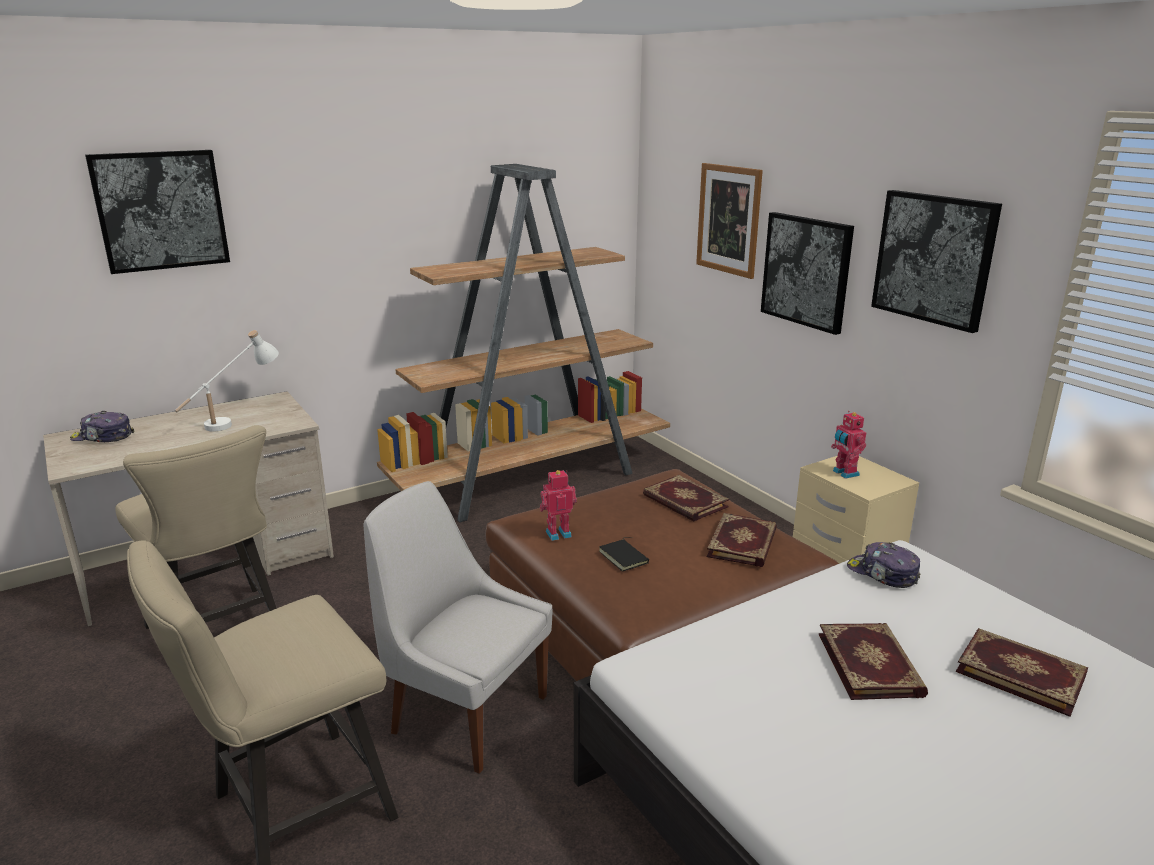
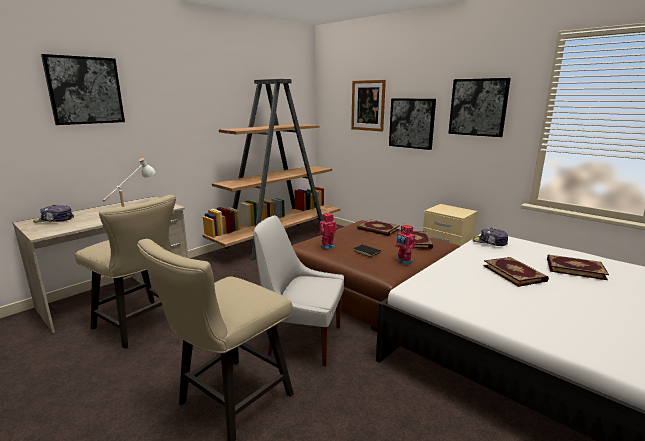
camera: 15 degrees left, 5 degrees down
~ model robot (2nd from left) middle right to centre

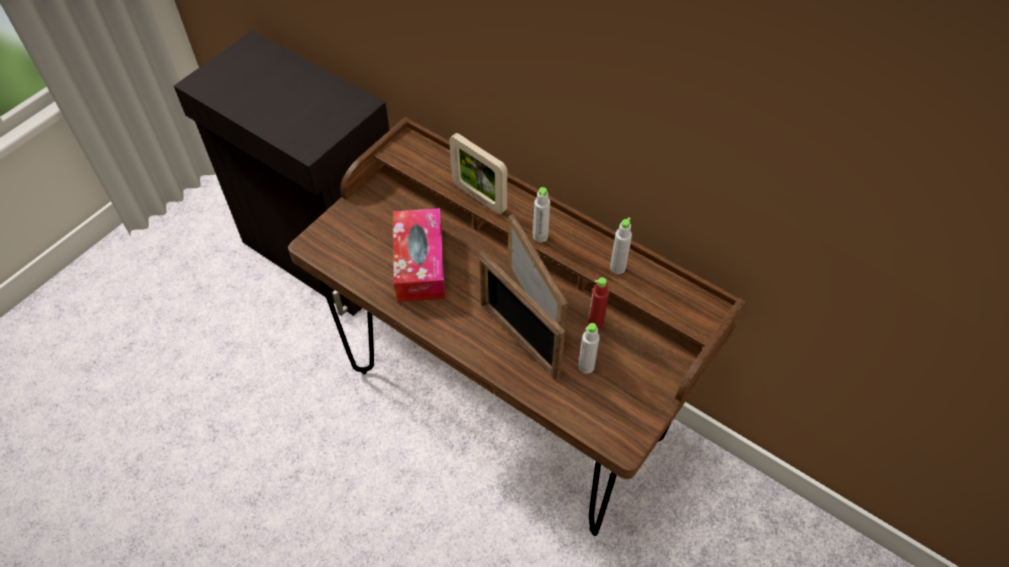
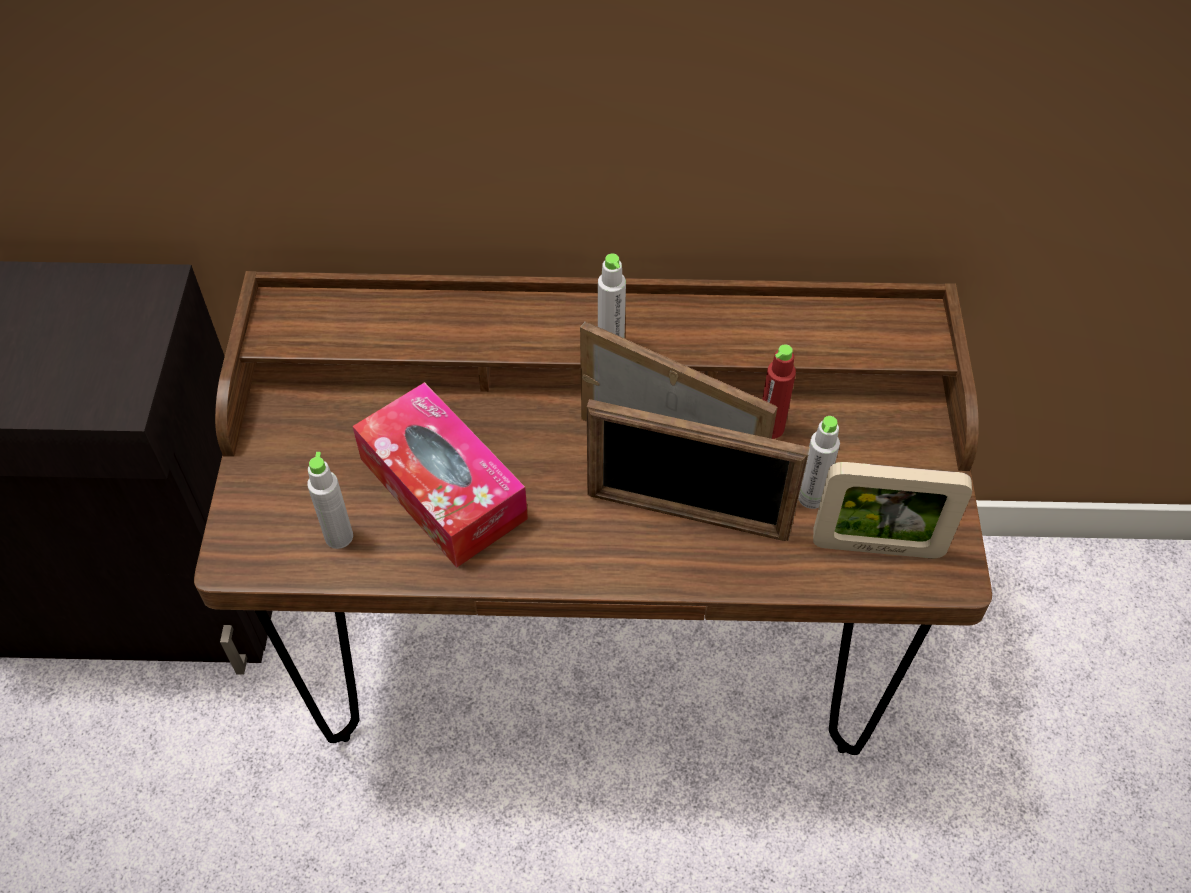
camera: 35 degrees left, 0 degrees up
~ photo frame (1st from left in the first image) top centre to photo frame (3rd from left) middle right
~ grey bottle (3rd from left in the first image) centre to grey bottle (1st from left) middle left

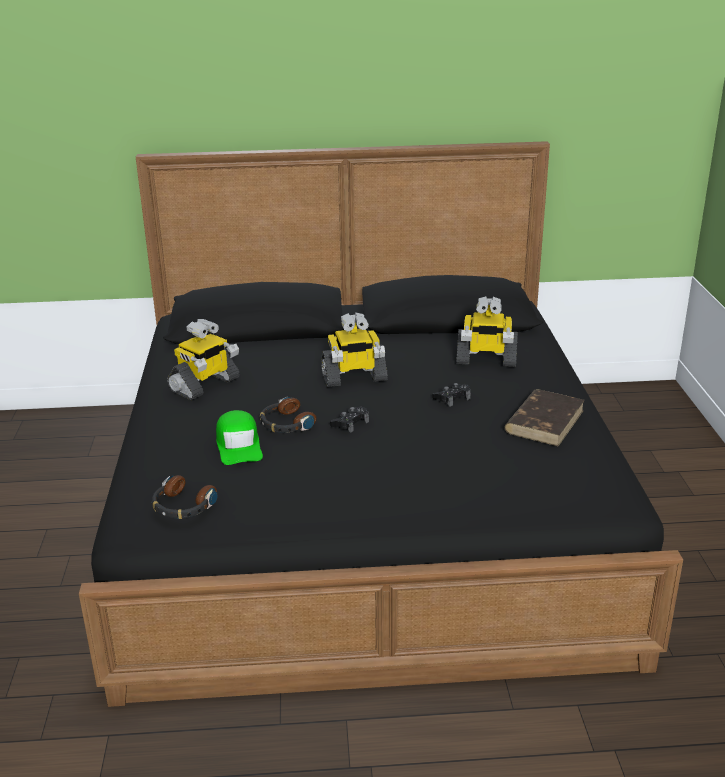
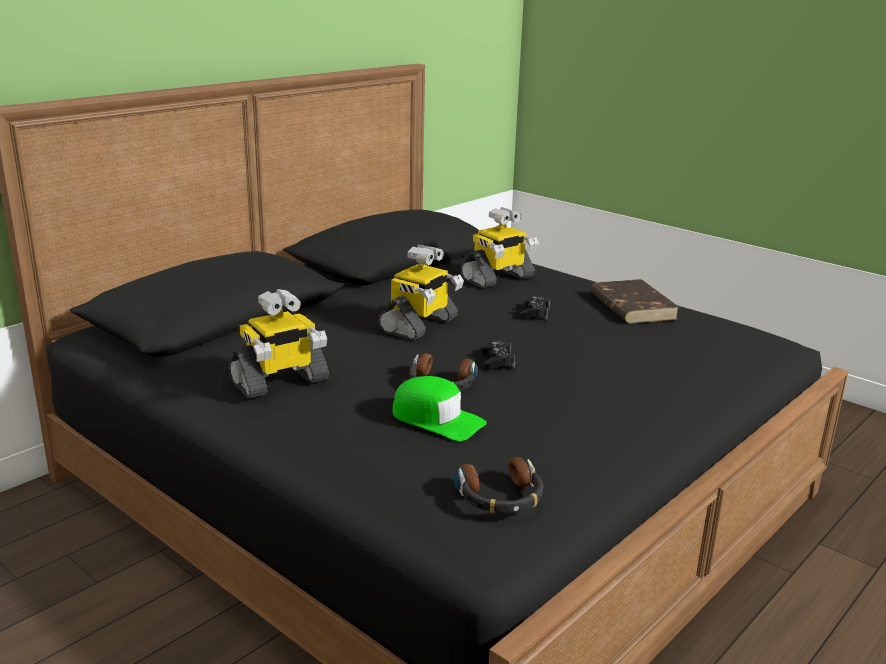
camera: 45 degrees left, 5 degrees down
~ model robot (1st from left) middle left = middle left 60 degrees clockwise

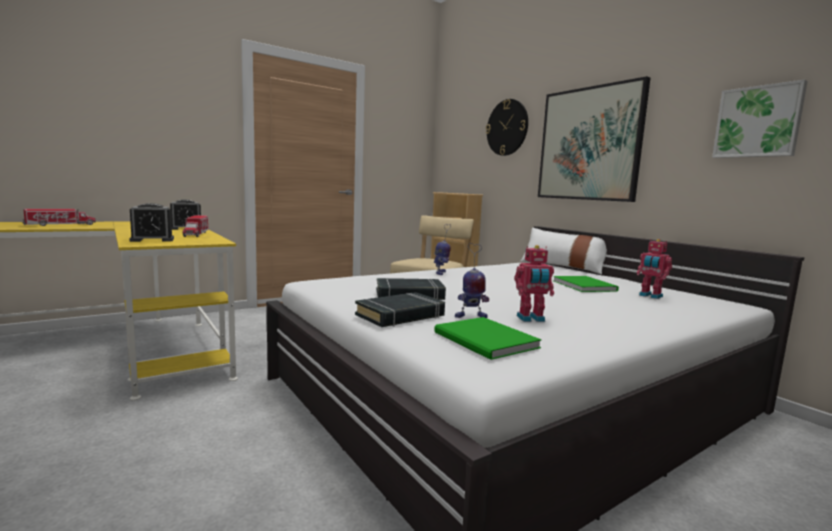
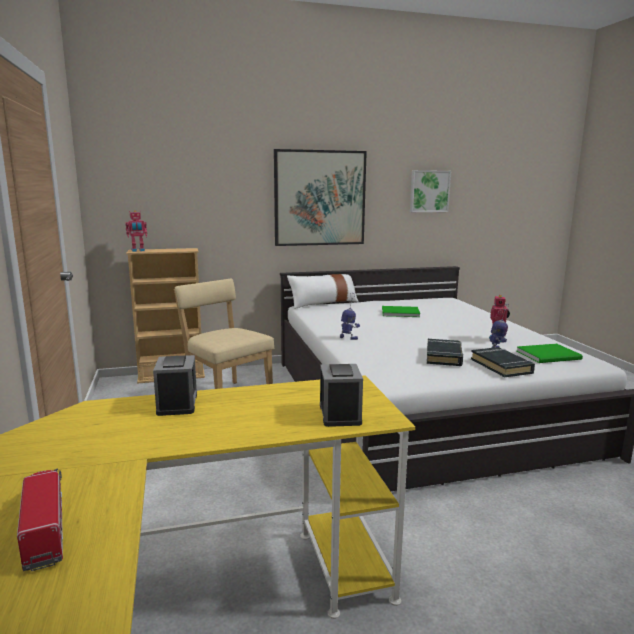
camera: 70 degrees left, 5 degrees up
- toy lorry (2nd from left) middle left
- wall clock top centre
~ model robot (4th from left in the first image) middle right to model robot (1st from left) middle left

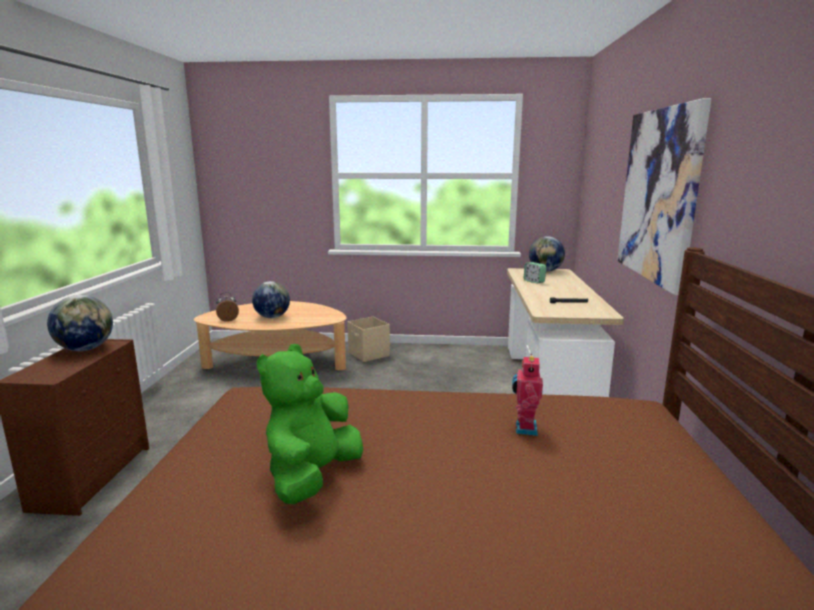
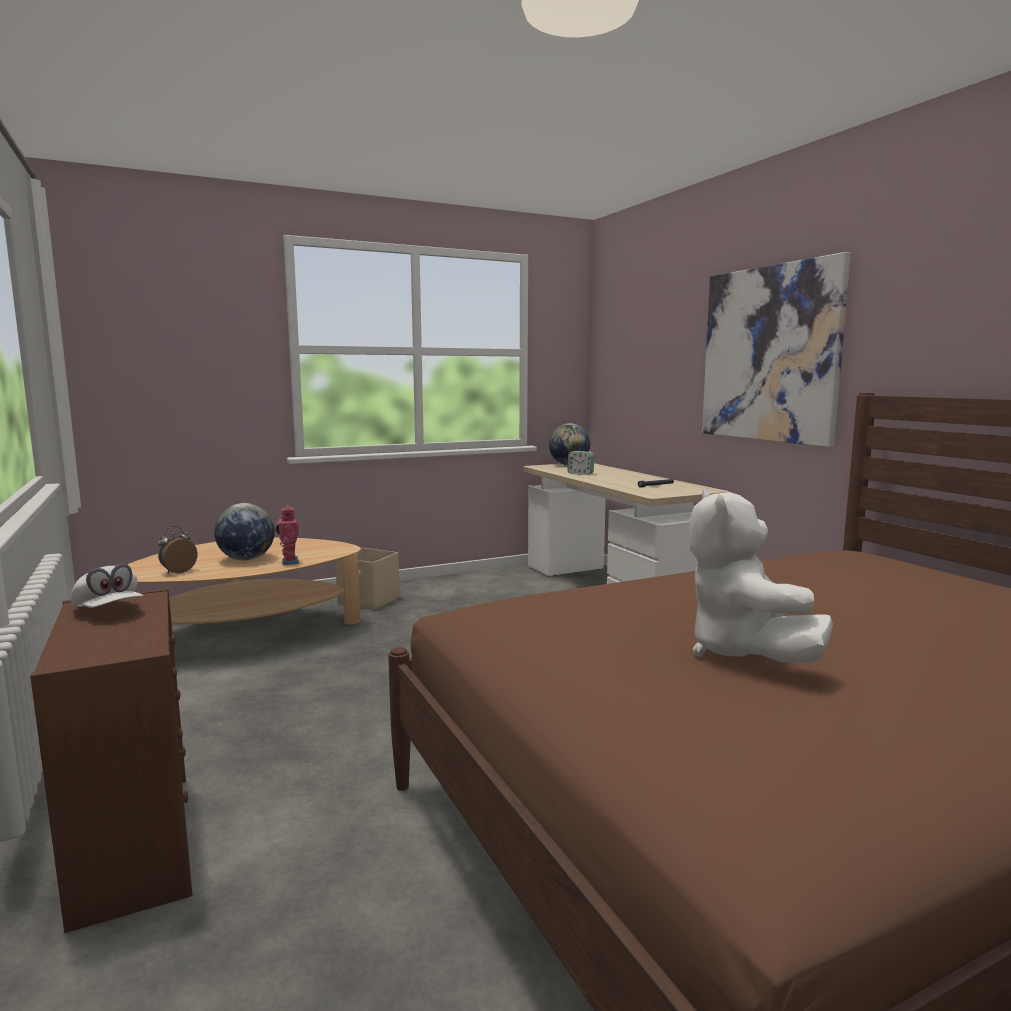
camera: 30 degrees left, 5 degrees down
~ world globe (1st from left) middle left to white-coloured peaked cap middle left
~ green-coloured cuddly toy bottom centre to white-coloured cuddly toy middle right
~ model robot centre to middle left

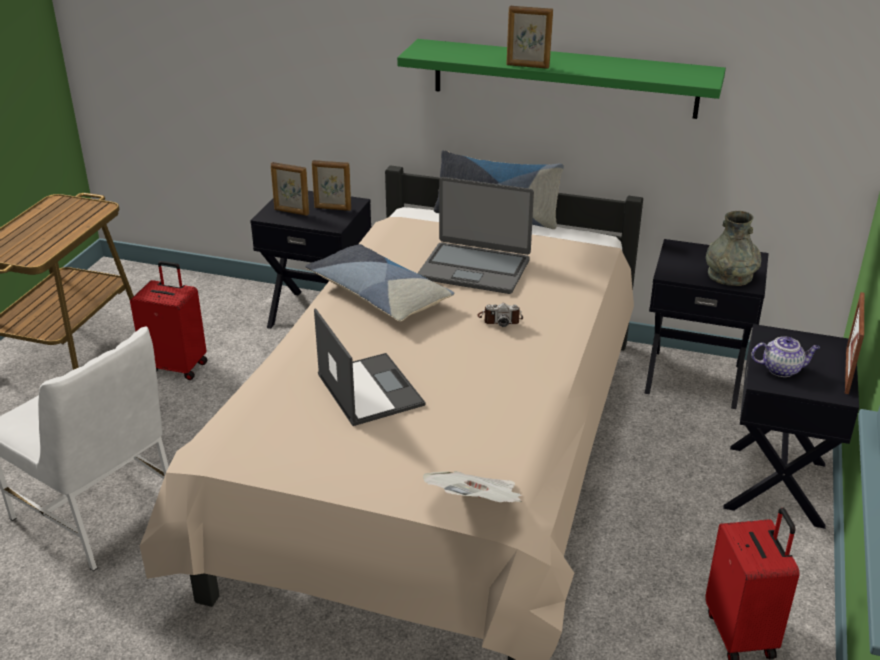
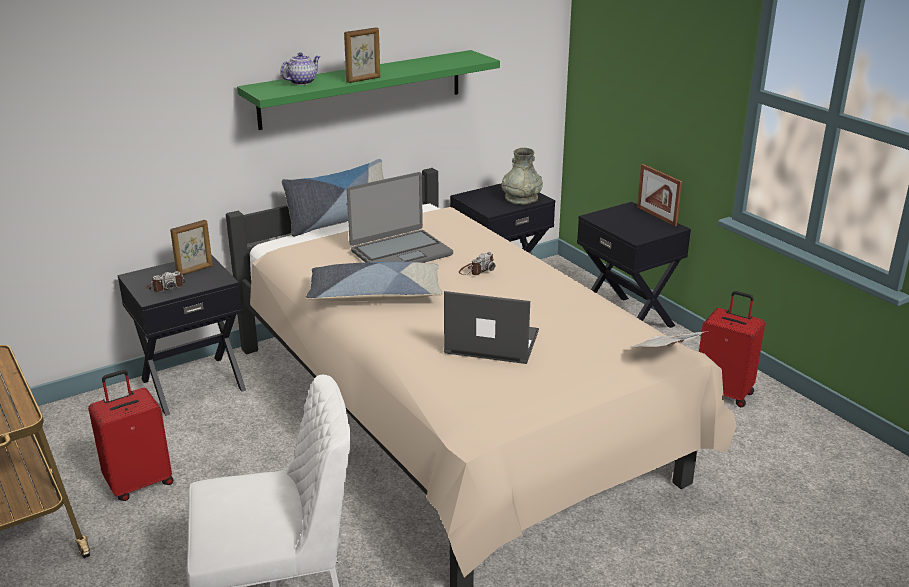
camera: 50 degrees left, 5 degrees down
~ photo frame (1st from left) top left to still camera (1st from left) middle left
~ pot for tea middle right to top left

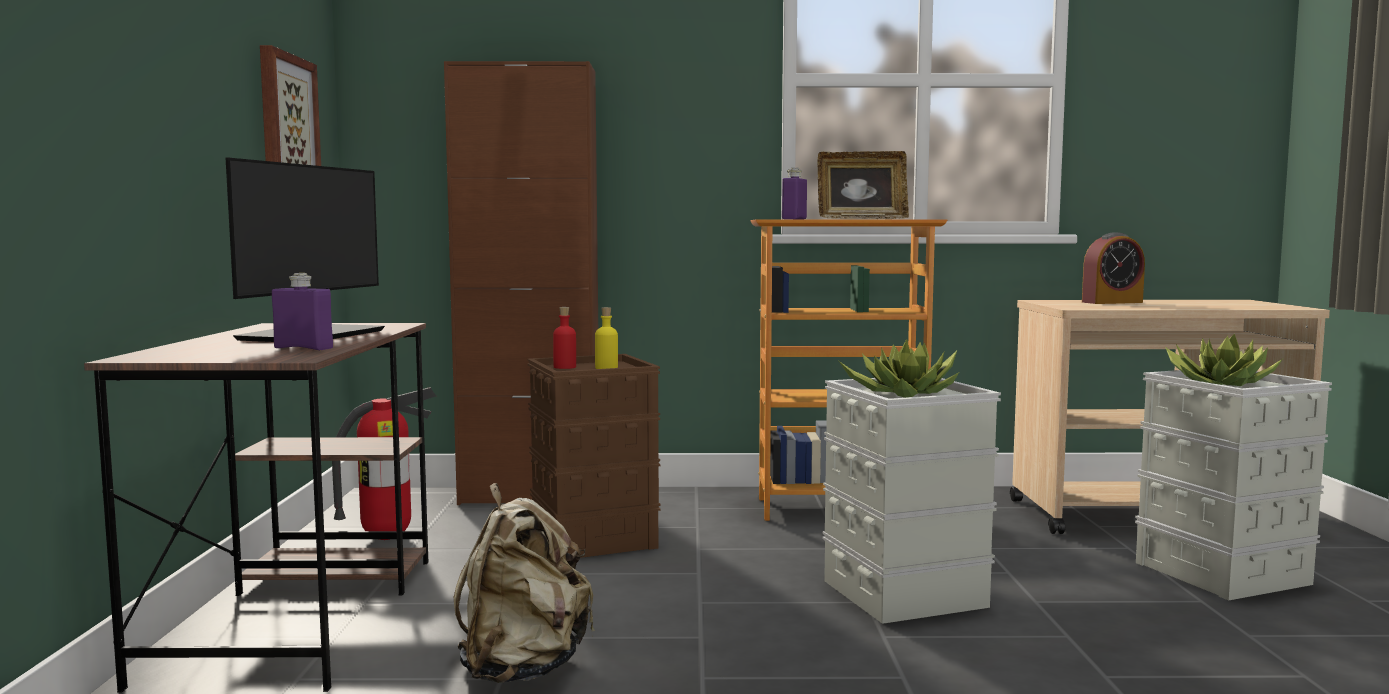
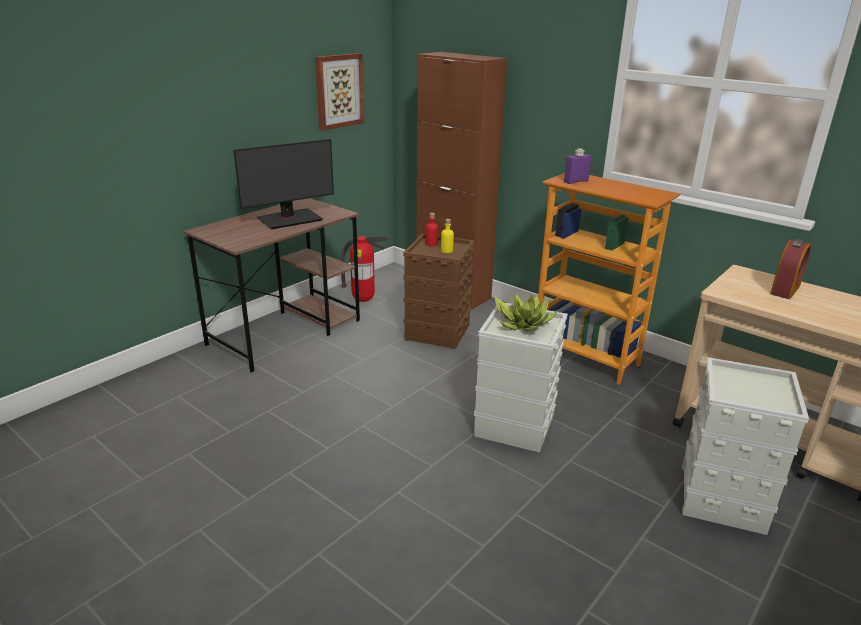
camera: 40 degrees right, 20 degrees up
- purplish bottle (1st from left) middle left
- beige backpack bottom centre
- photo frame top centre
~ table clock middle right = middle right 75 degrees counterclockwise
- potted plant (2nd from left) middle right

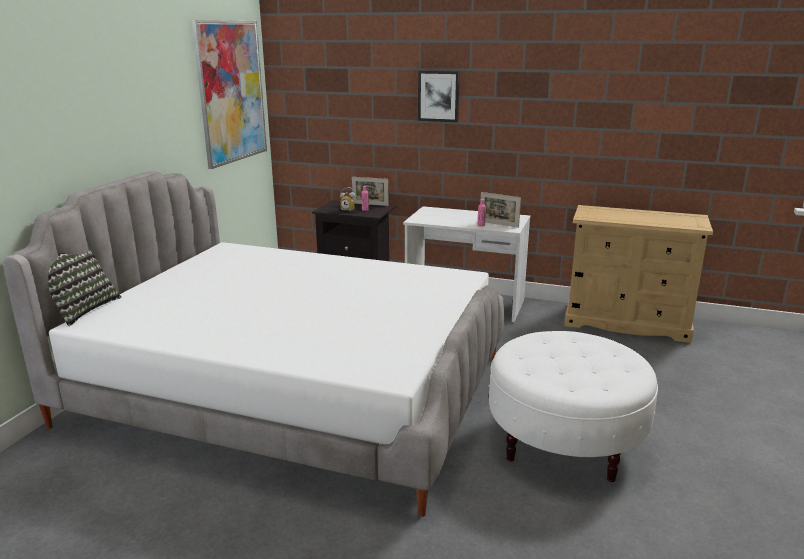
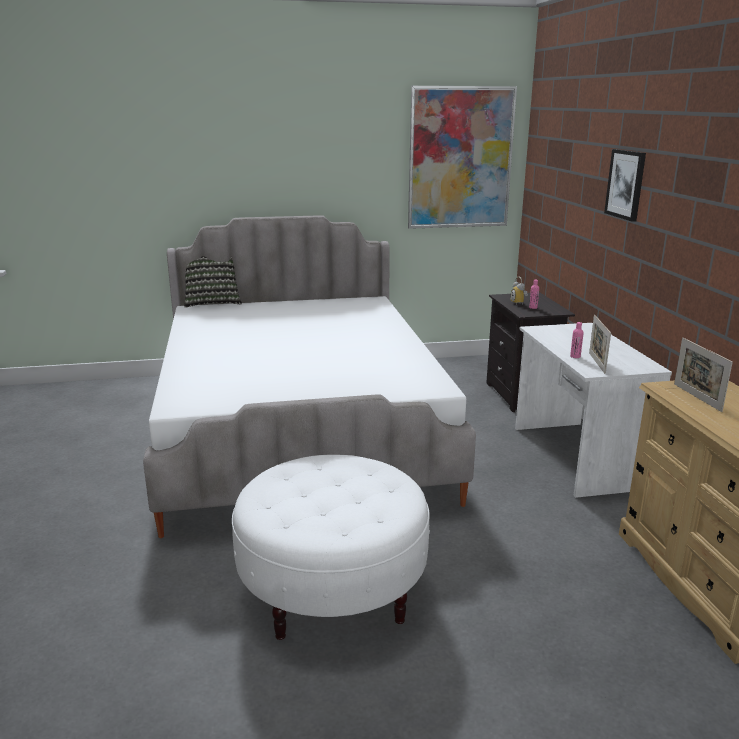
camera: 60 degrees right, 0 degrees up
~ photo frame (1st from left in the first image) centre to photo frame (2nd from left) middle right

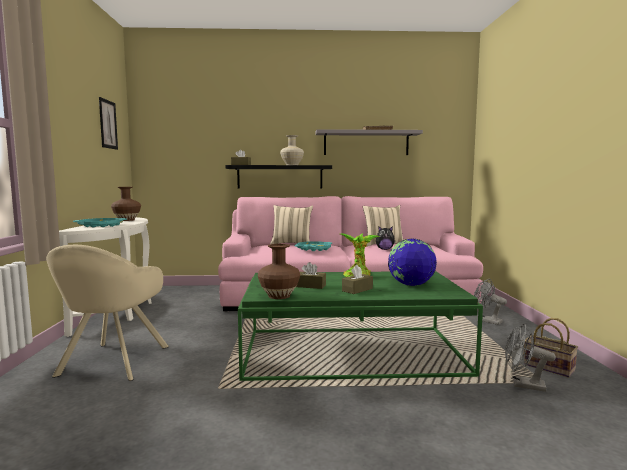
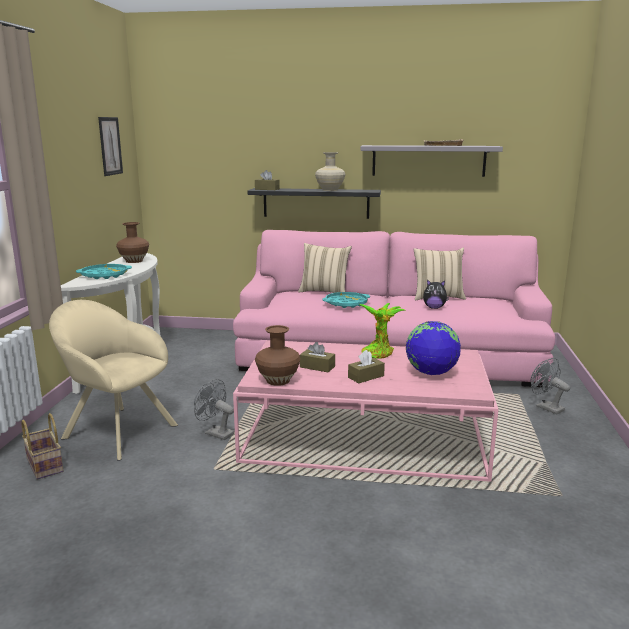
camera: 10 degrees right, 10 degrees up
~ beige easy chair middle left = middle left 105 degrees clockwise
~ green-coloured low table bottom centre to pink low table centre
~ grey electric fan (2nd from left in the first image) bottom right to grey electric fan (1st from left) centre
~ household basket bottom right to bottom left

